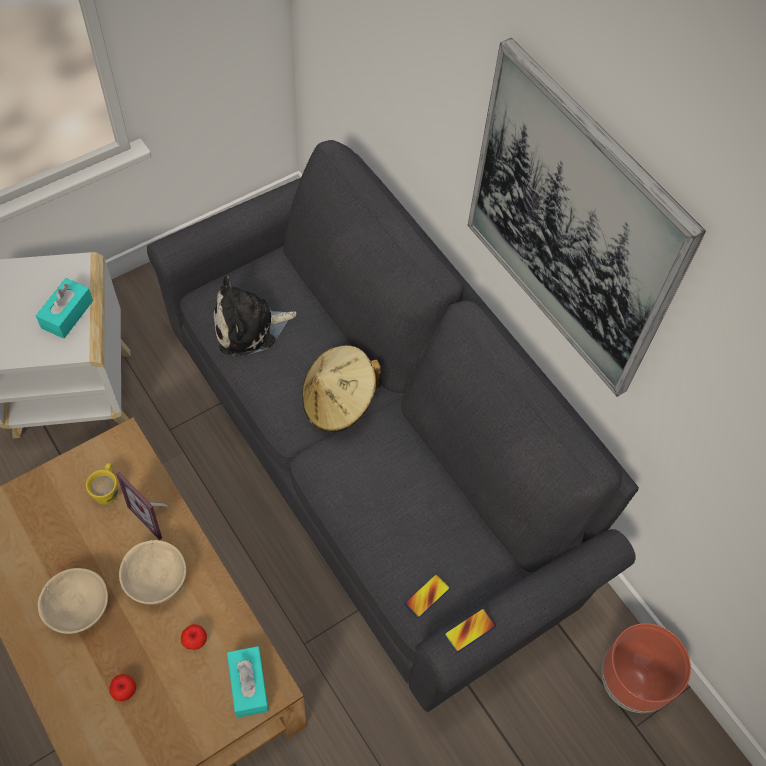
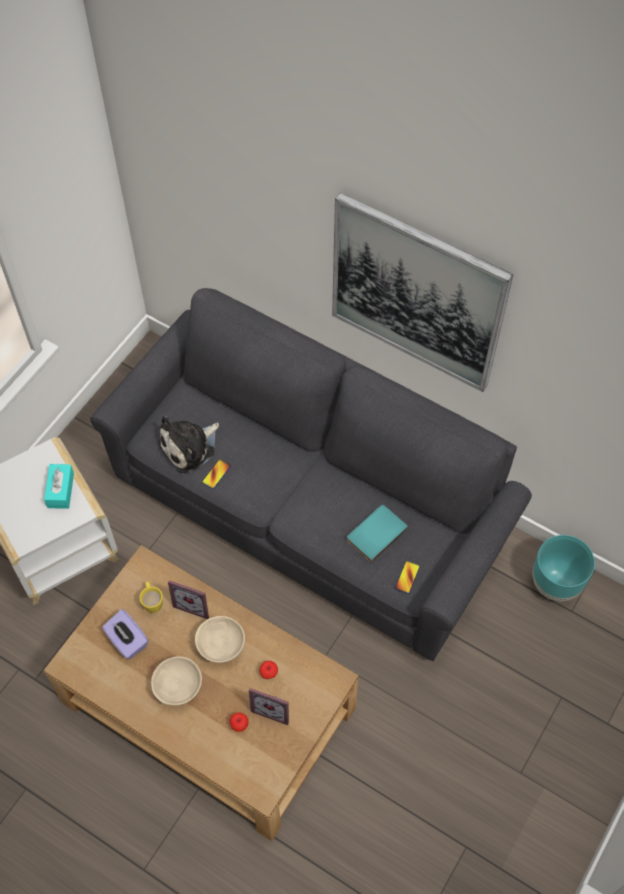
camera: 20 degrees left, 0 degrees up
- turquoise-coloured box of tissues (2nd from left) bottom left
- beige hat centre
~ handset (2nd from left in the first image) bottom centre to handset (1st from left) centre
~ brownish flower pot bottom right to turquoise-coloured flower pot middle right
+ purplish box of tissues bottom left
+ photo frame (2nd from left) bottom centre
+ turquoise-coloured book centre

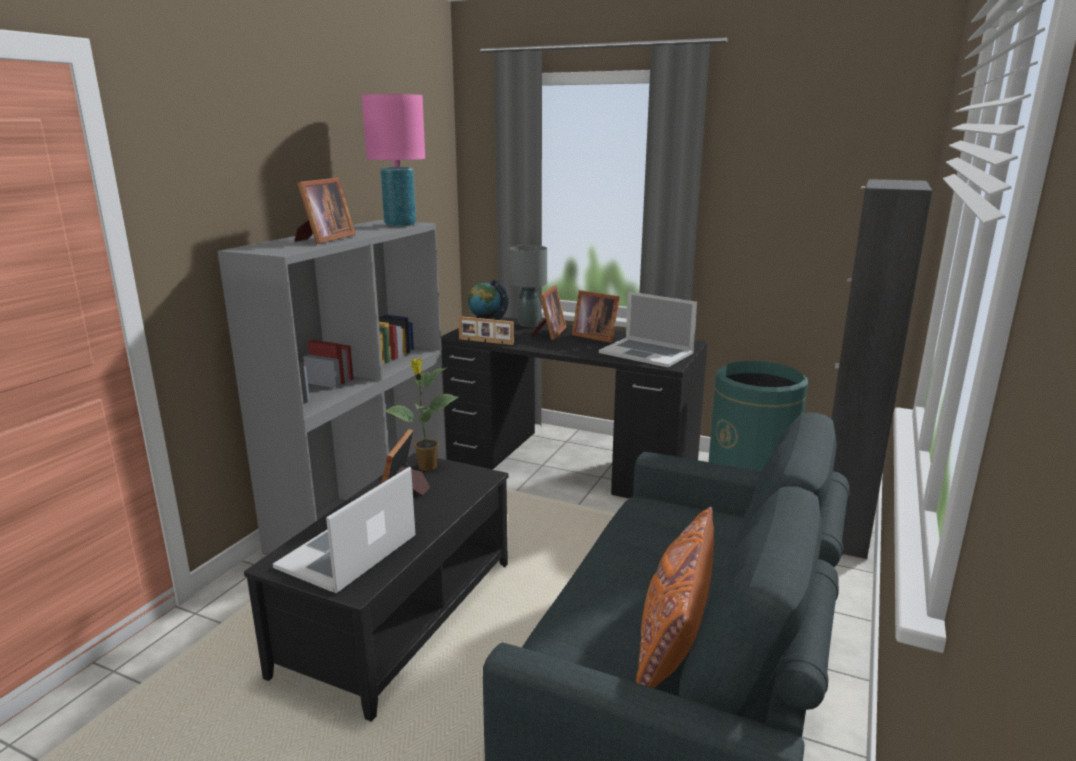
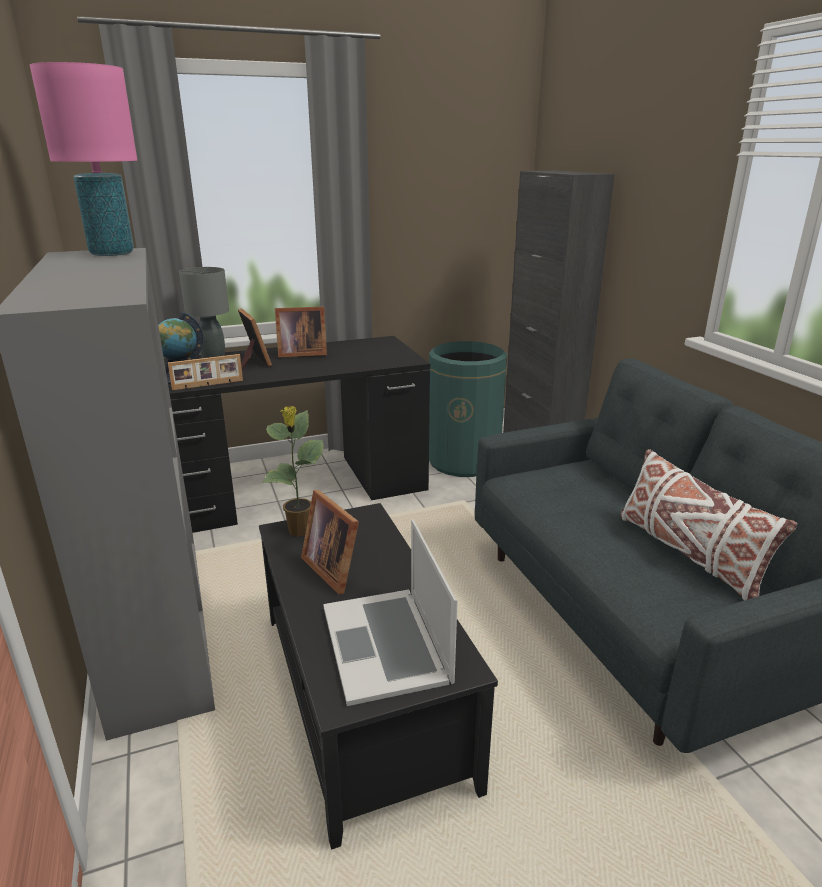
camera: 45 degrees left, 5 degrees up
- photo frame (1st from left) top left
- notebook computer (2nd from left) centre
~ orange-coloured pillow bottom centre to white-coloured pillow middle right

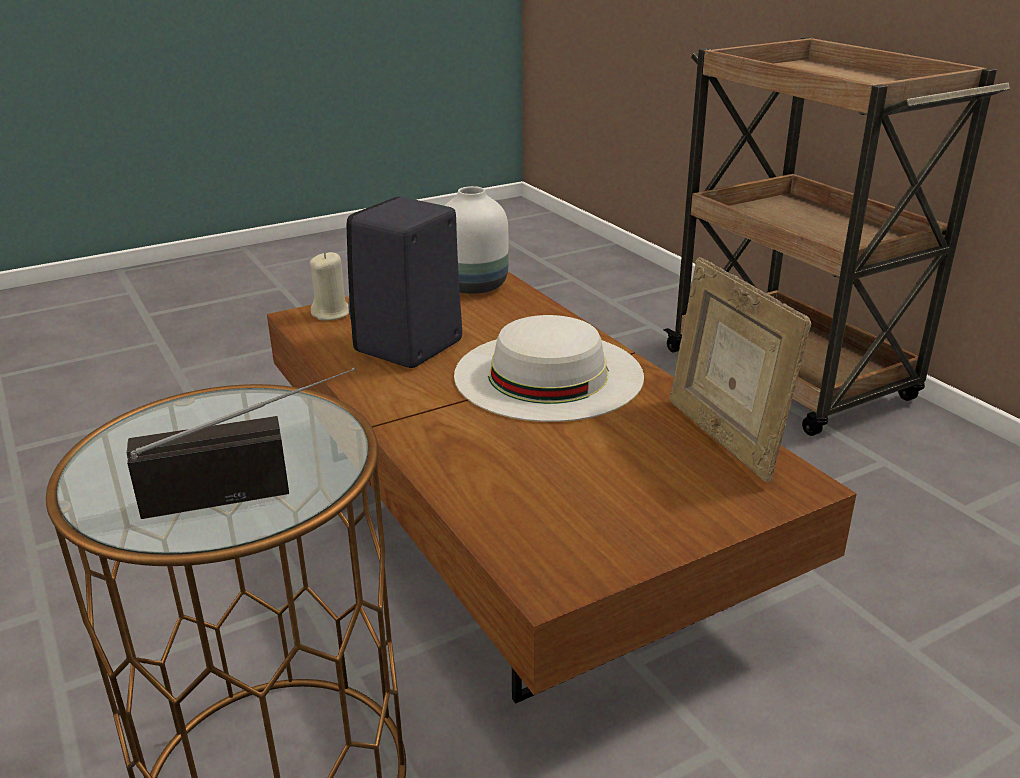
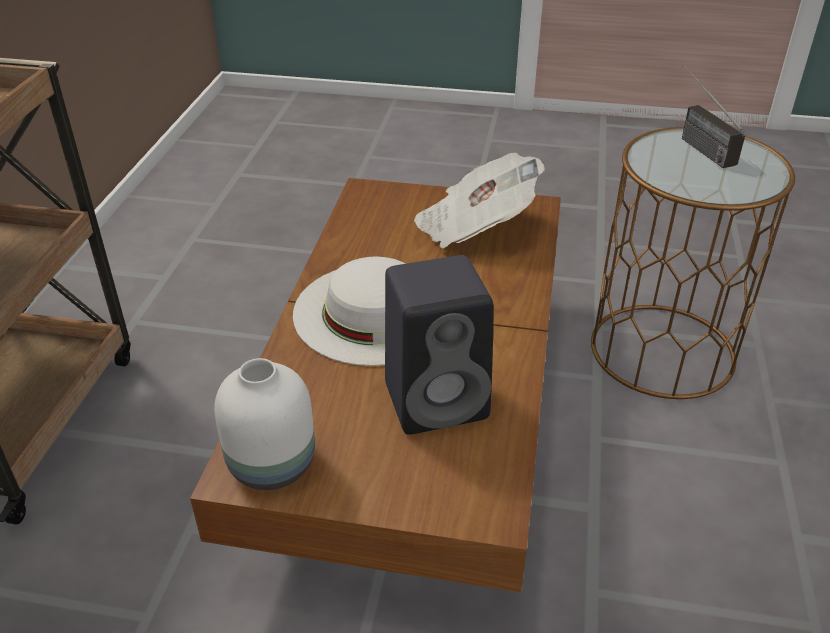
camera: 140 degrees left, 10 degrees up
~ radio receiver middle left = top right 45 degrees clockwise
- beige candle middle left
- photo frame middle right
+ daily paper top centre

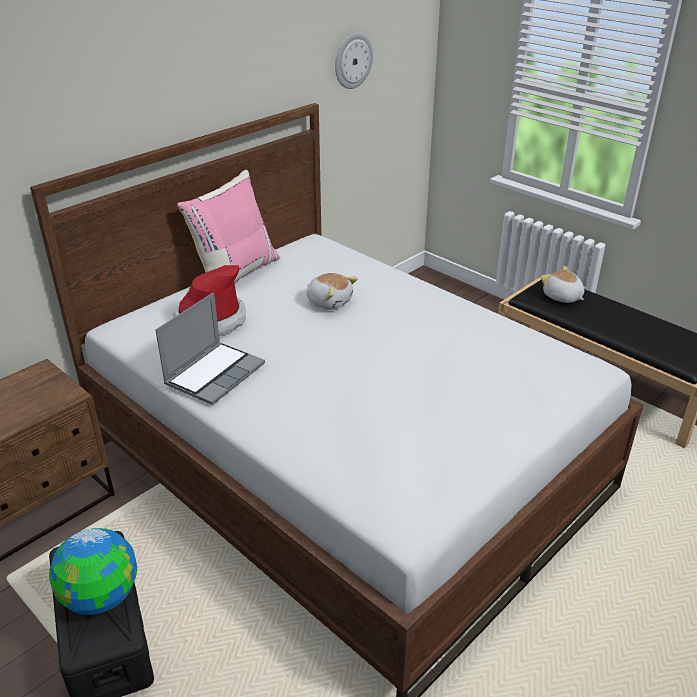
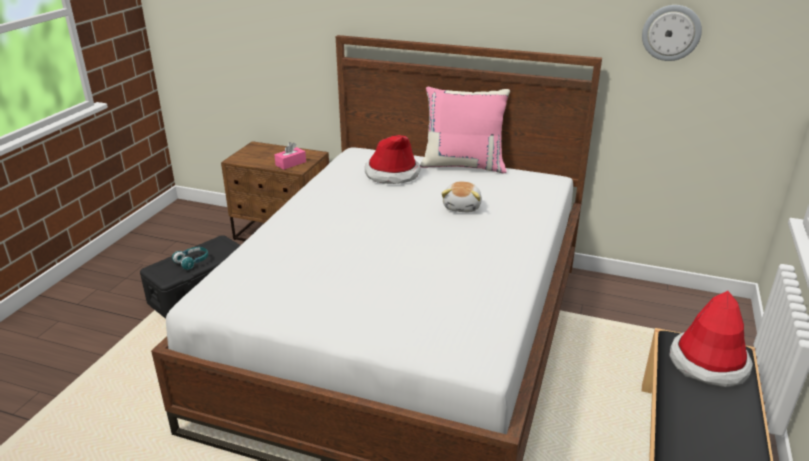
camera: 65 degrees right, 5 degrees down
~ world globe bottom left to turquoise-coloured headset middle left
- notebook computer middle left
~ cuddly toy (2nd from left) middle right to hat (2nd from left) bottom right
+ pink box of tissues centre

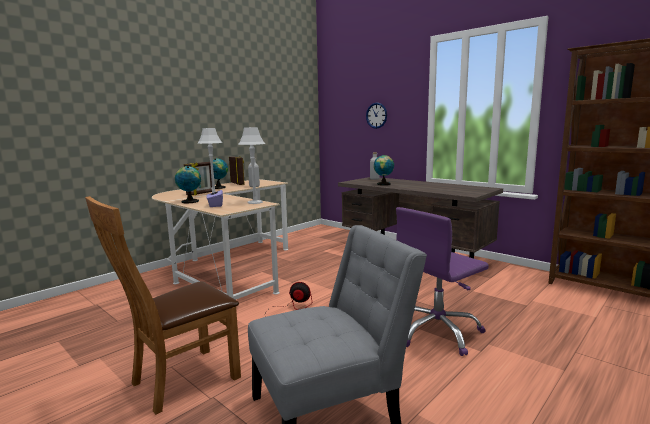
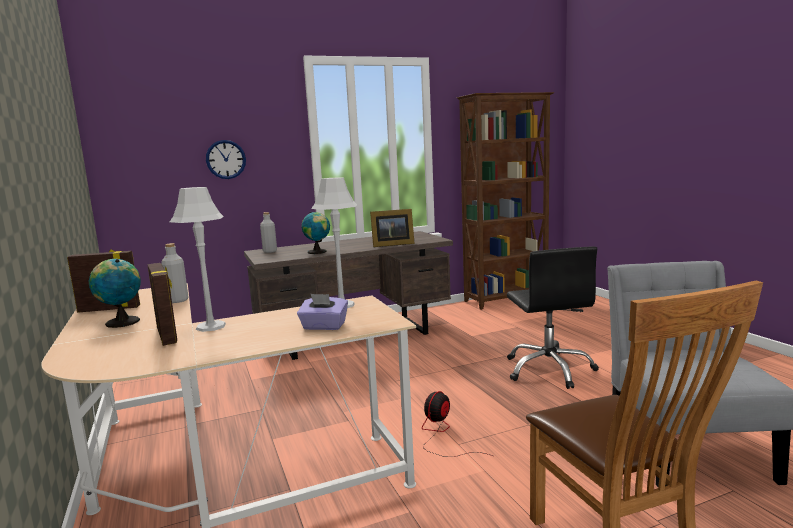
camera: 65 degrees left, 0 degrees up
- world globe (1st from left) middle left
~ purplish computer chair middle right to blackish computer chair middle right
+ photo frame (3rd from left) centre

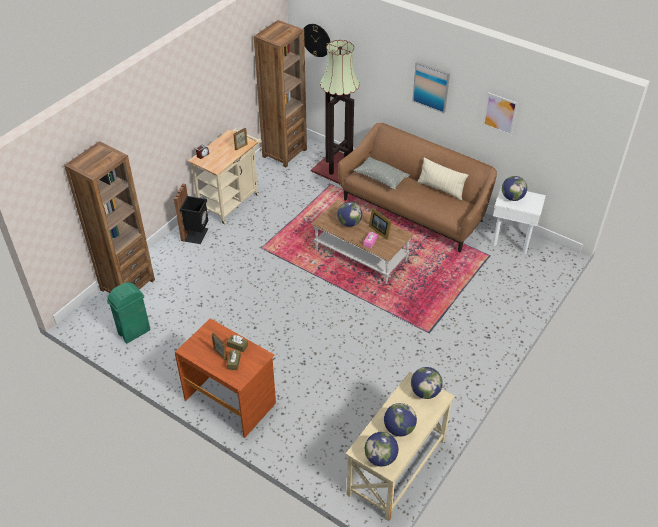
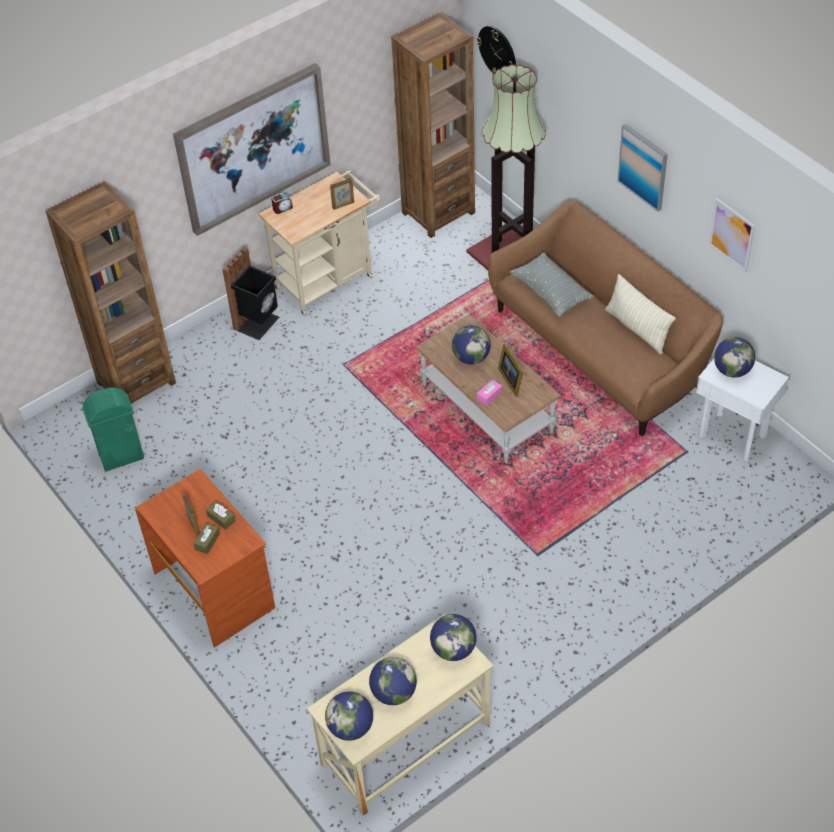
camera: 20 degrees right, 5 degrees up
+ wall picture (1st from left) top left

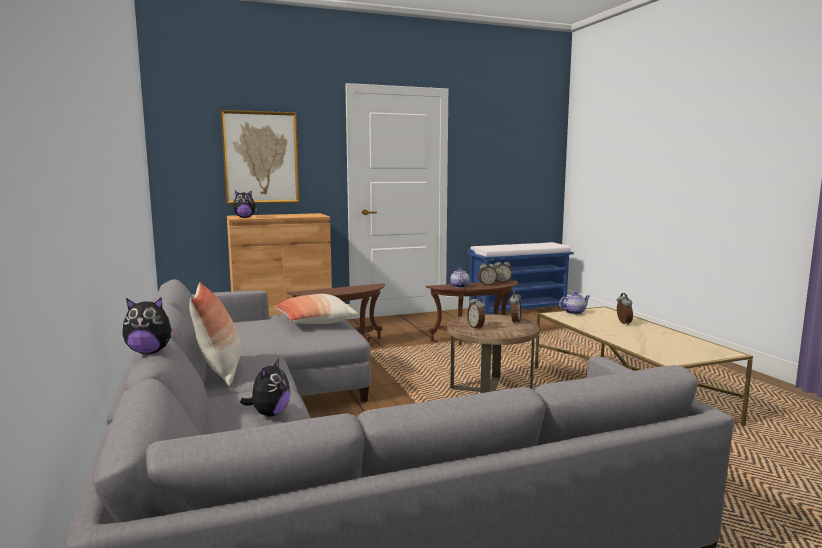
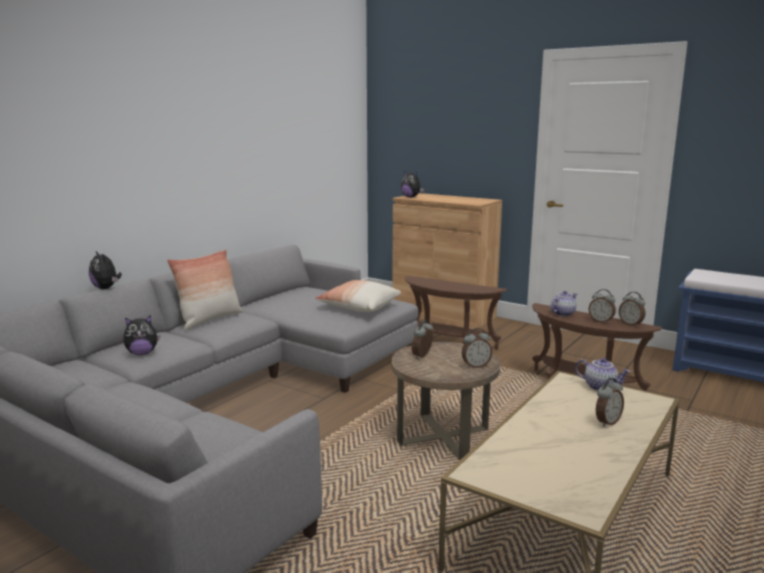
camera: 55 degrees right, 5 degrees up
- wall picture top left

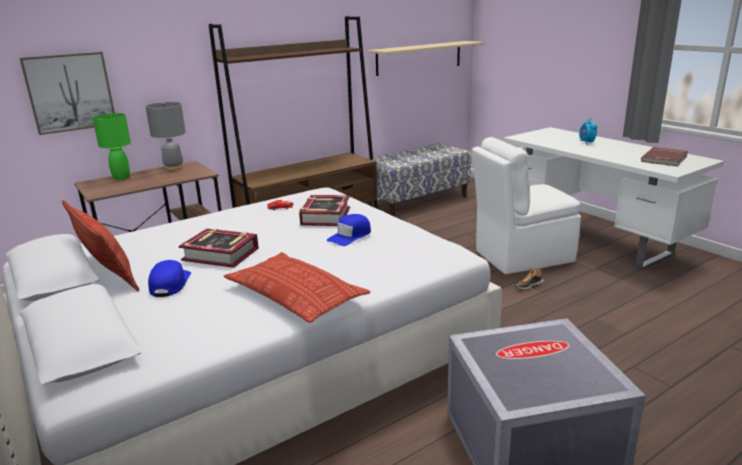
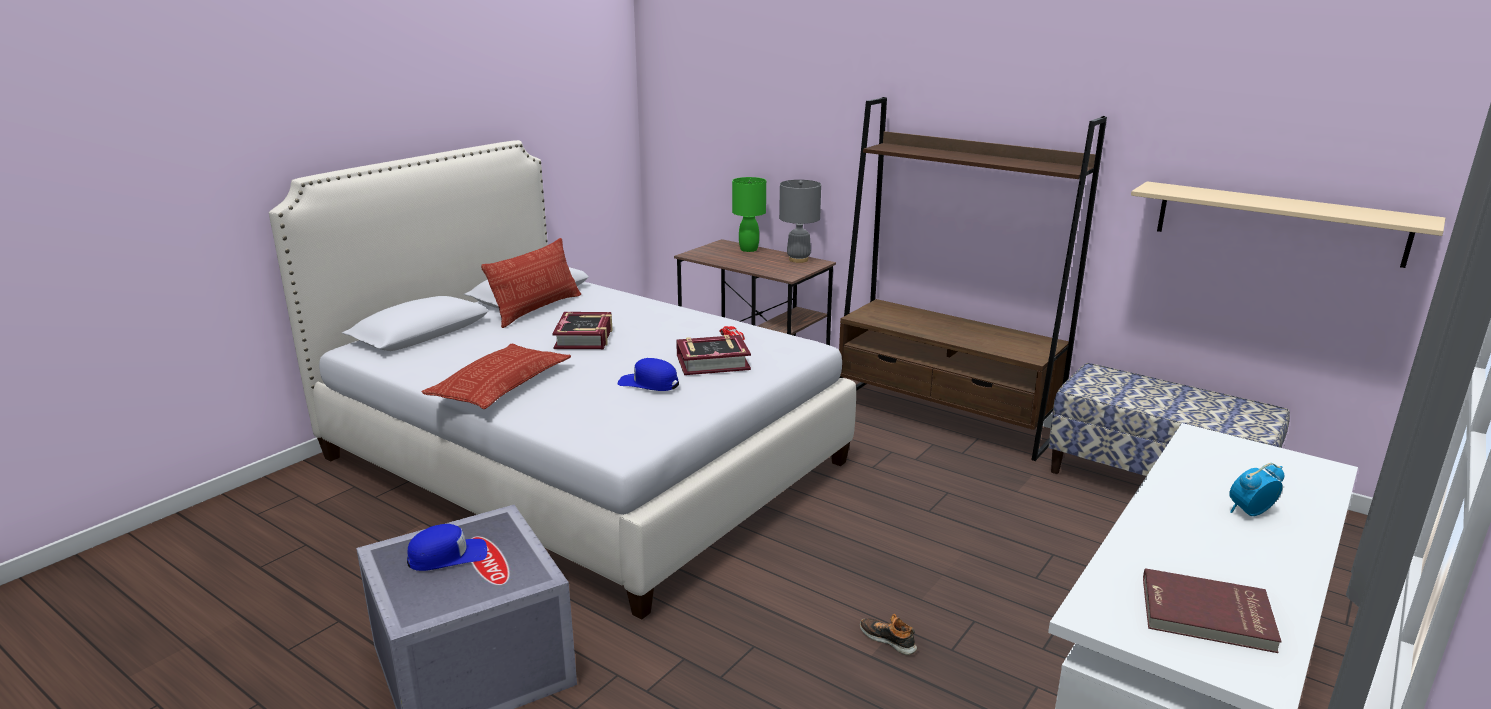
camera: 70 degrees right, 0 degrees up
- wall picture top left
~ blue-coloured peaked cap (1st from left) middle left to bottom left
- white-coloured plain chair middle right

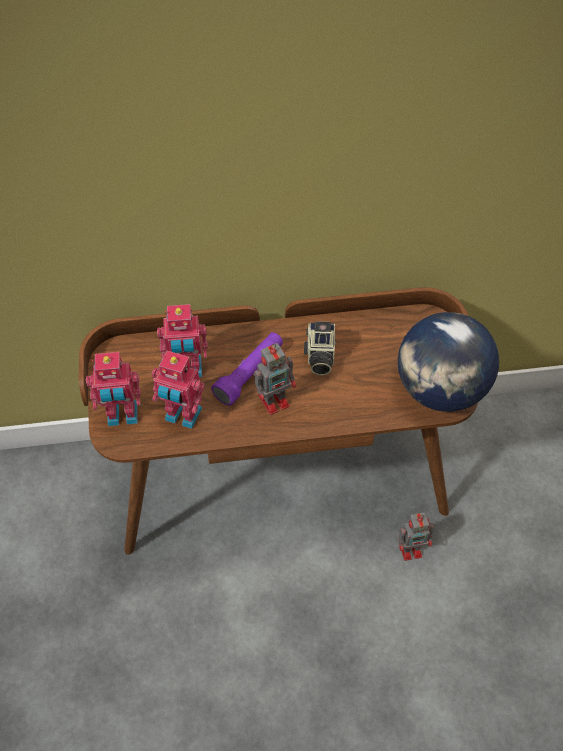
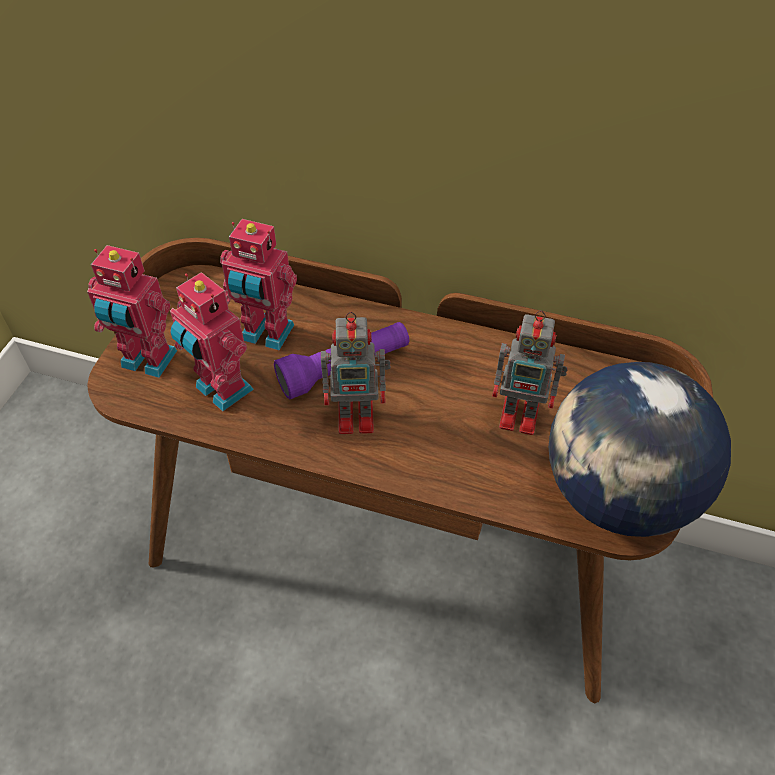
camera: 25 degrees right, 5 degrees down
- still camera centre
~ model robot (5th from left) bottom right to middle right

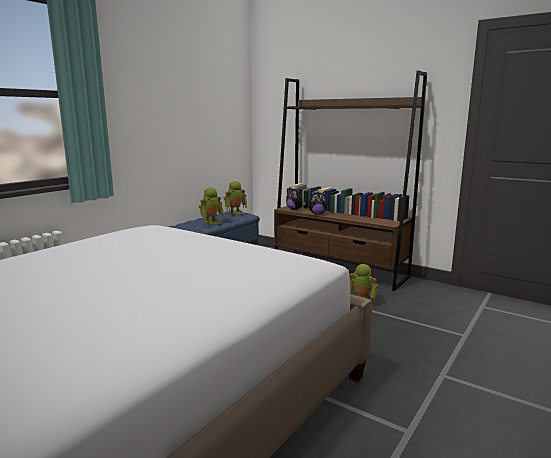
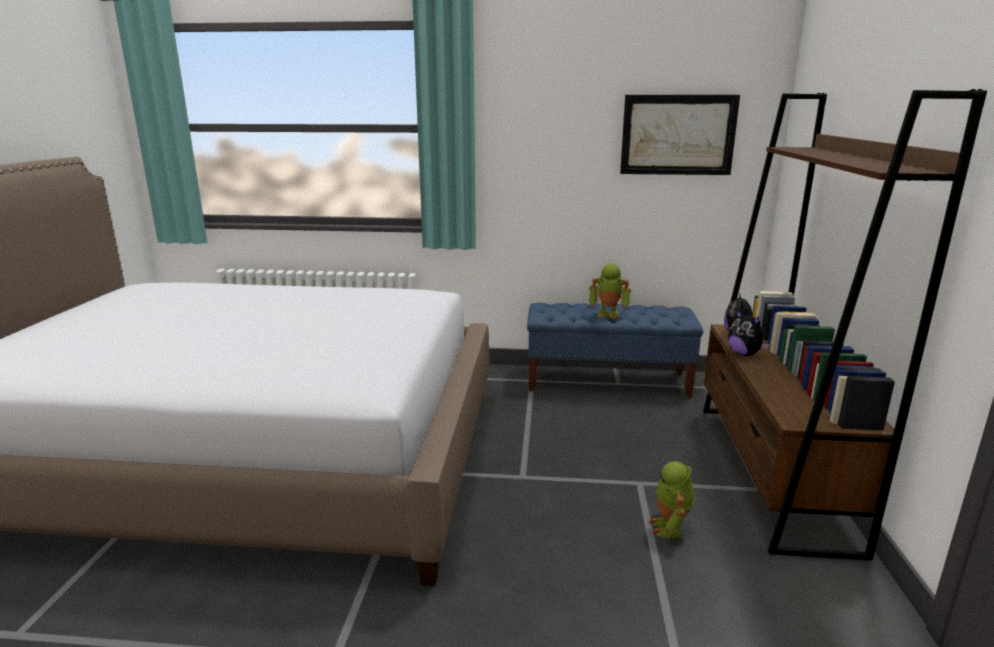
camera: 60 degrees right, 5 degrees up
- model robot (2nd from left) centre
+ wall picture top right

